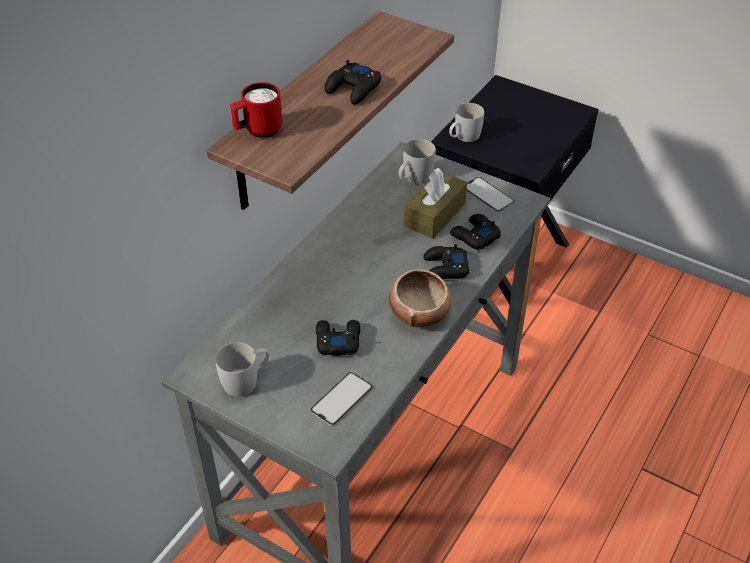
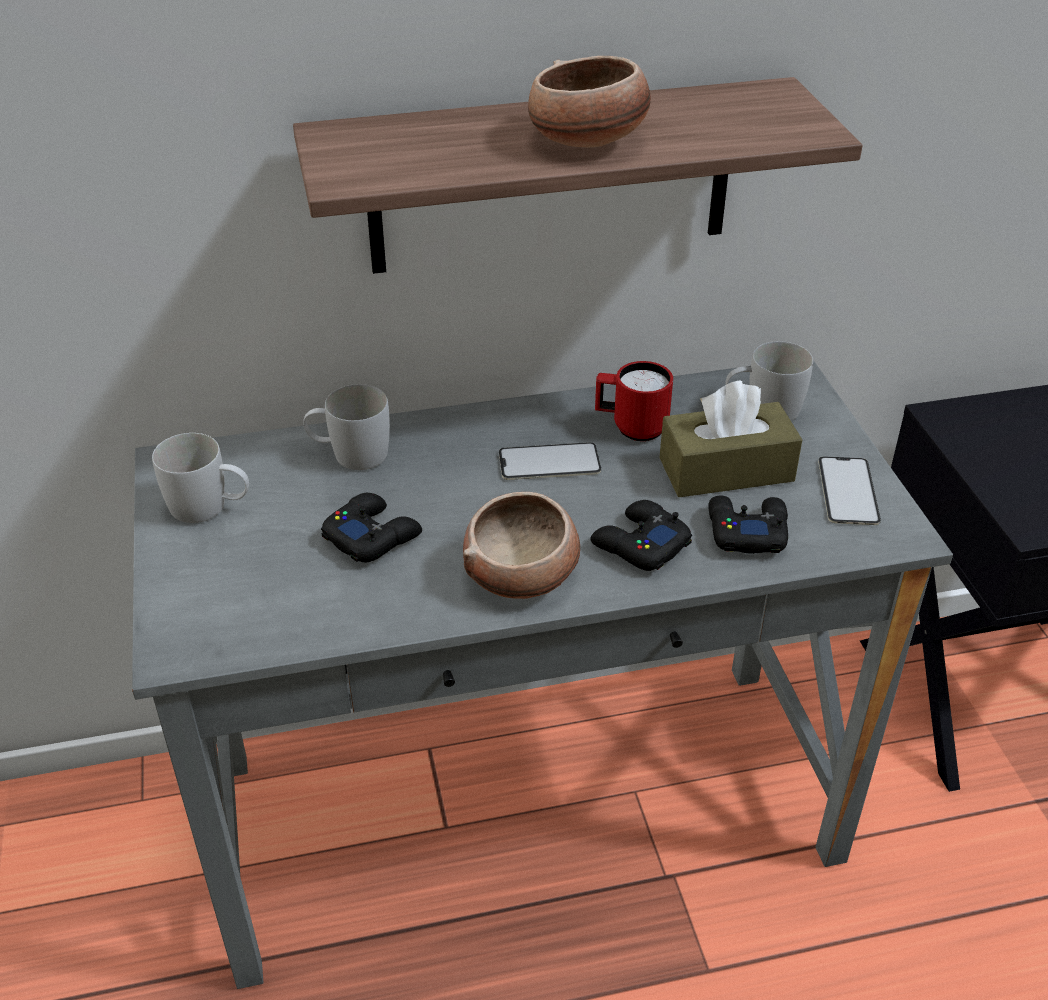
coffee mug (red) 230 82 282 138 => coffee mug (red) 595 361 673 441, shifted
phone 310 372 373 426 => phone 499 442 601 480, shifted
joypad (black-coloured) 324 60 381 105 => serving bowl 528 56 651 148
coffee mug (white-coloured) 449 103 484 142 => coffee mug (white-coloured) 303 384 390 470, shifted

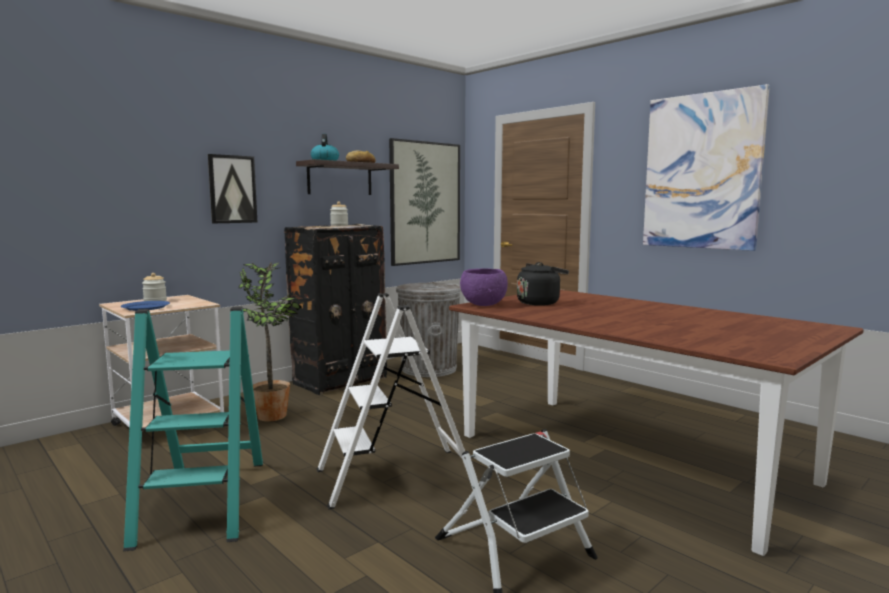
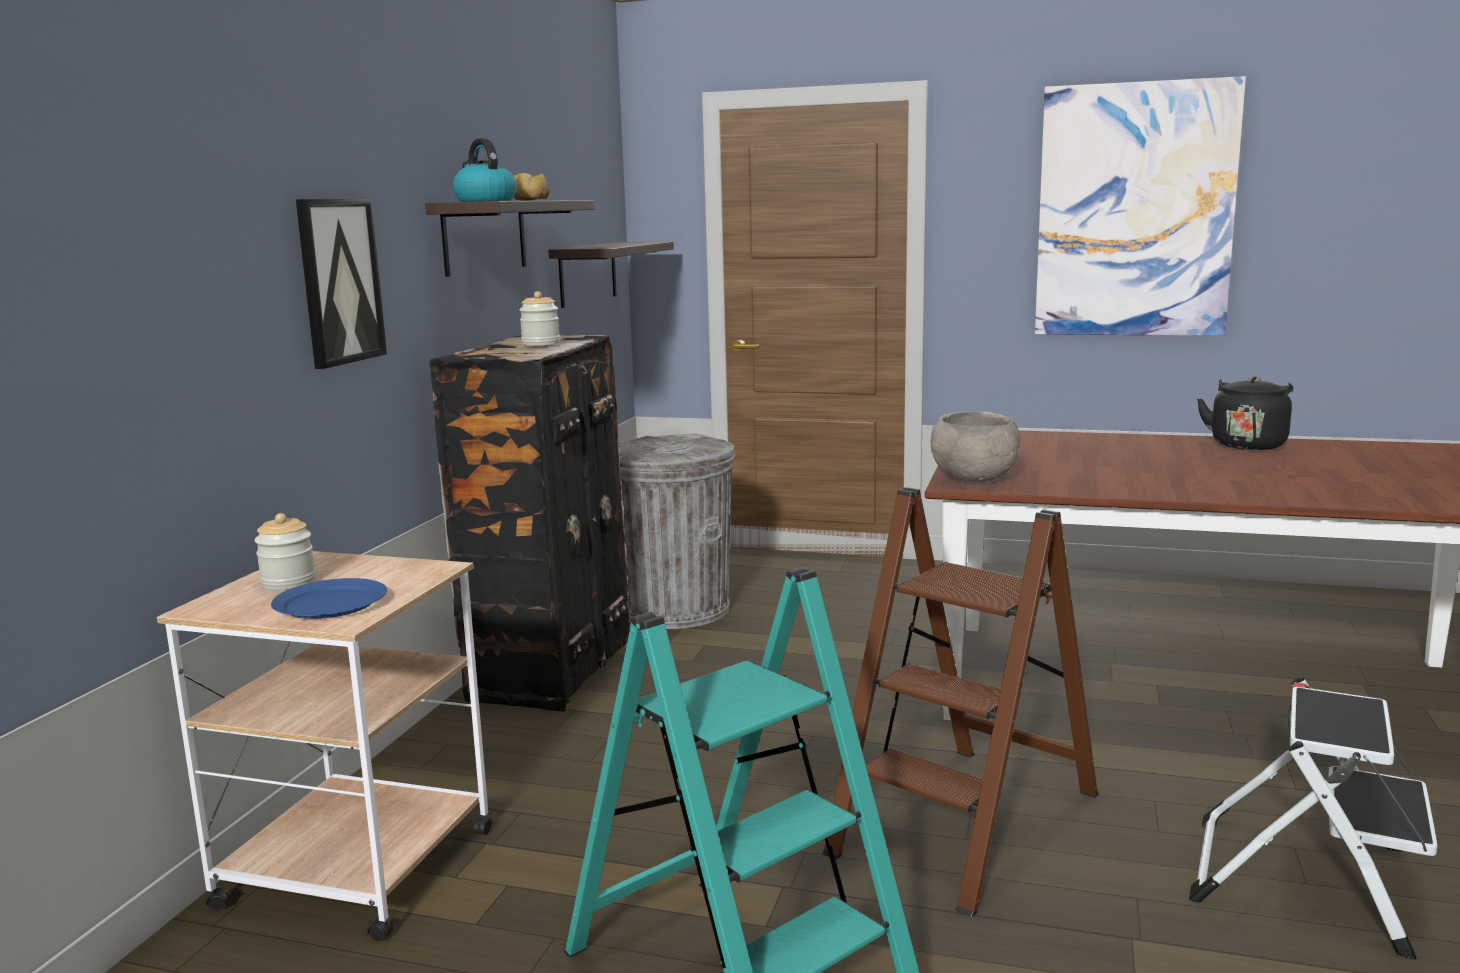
houseplant 239 262 304 421 => nothing
step ladder (white-coloured) 317 293 467 509 => step ladder (brownish) 822 487 1099 917
picture 389 138 460 266 => wall shelf 548 241 674 308
serving bowl (purplish) 460 268 508 306 => serving bowl (greyish) 931 411 1020 483
tea kettle (black-coloured) 517 262 569 306 => tea kettle (black-coloured) 1197 377 1293 450, shifted

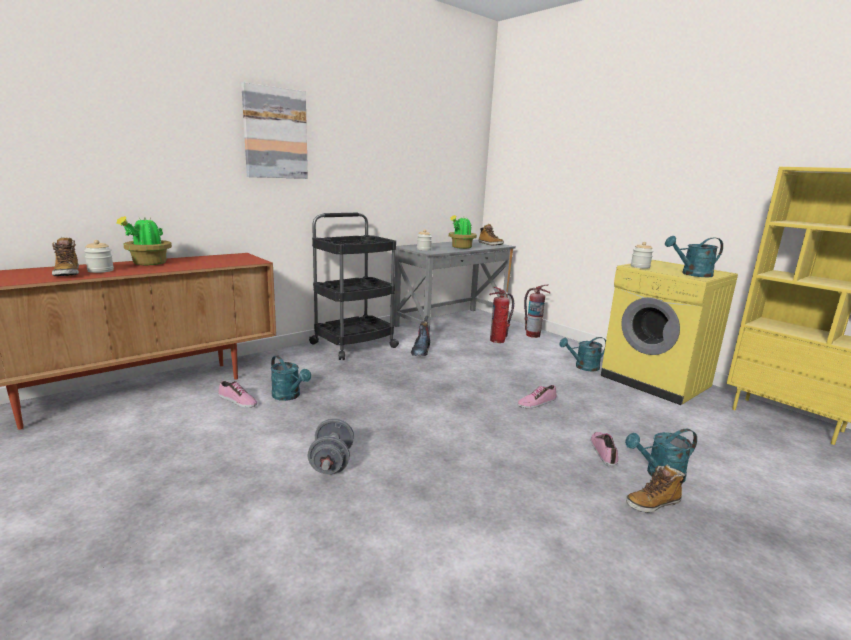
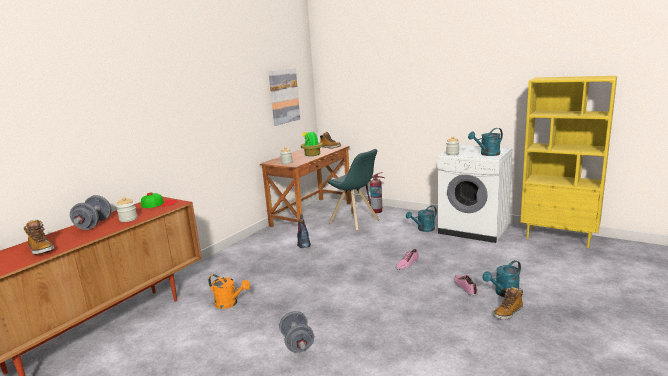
jar 84 240 114 273 => jar 116 197 137 222, shifted
houseplant 116 216 172 265 => dumbbell (greyish) 70 195 111 230
item of footwear 218 381 257 408 => nothing
picture 241 82 308 179 => picture 269 68 300 126, shifted
watering can (turquoise) 271 355 311 401 => watering can (orangey) 208 274 250 309
trolley (black-coloured) 309 213 399 360 => nothing
desk table (greyish) 393 240 516 336 => desk table (brownish) 260 145 351 227
extinguisher 489 287 514 343 => plain chair (turquoise) 327 149 380 231
washing machine (yellowish) 601 260 738 405 => washing machine (white-coloured) 437 145 513 243
nothing => cap 141 192 177 208

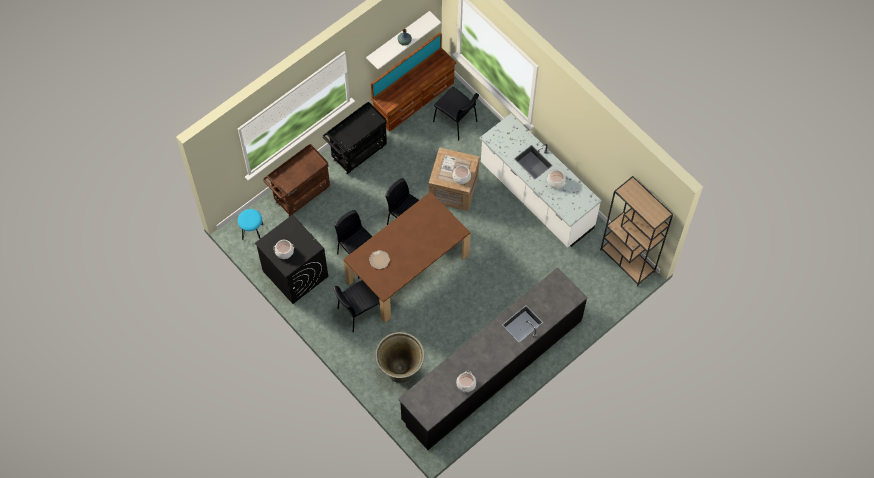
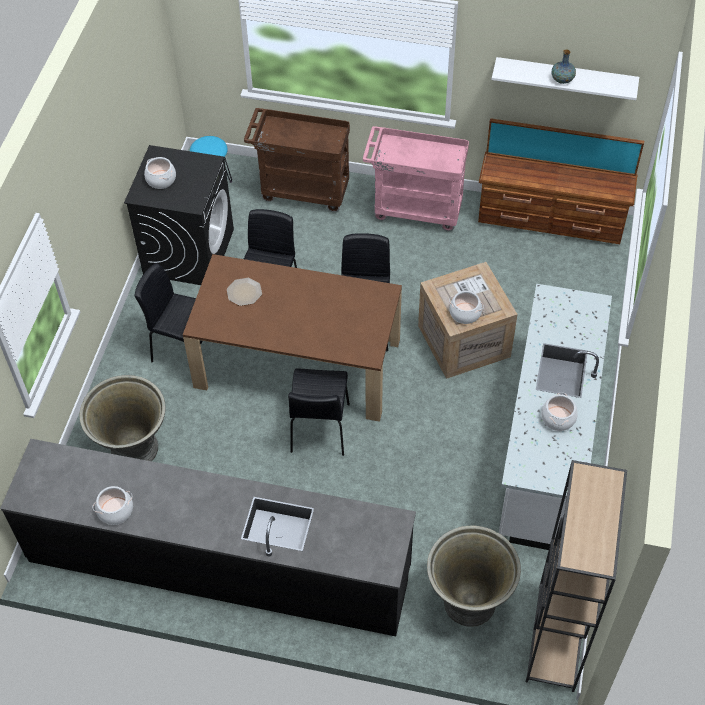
trolley (black-coloured) 323 102 387 174 => trolley (pink) 363 126 469 231
plain chair (black-coloured) 433 87 479 140 => plain chair (black-coloured) 288 368 350 456, shifted
nothing => plant pot (greyish) 427 526 521 627

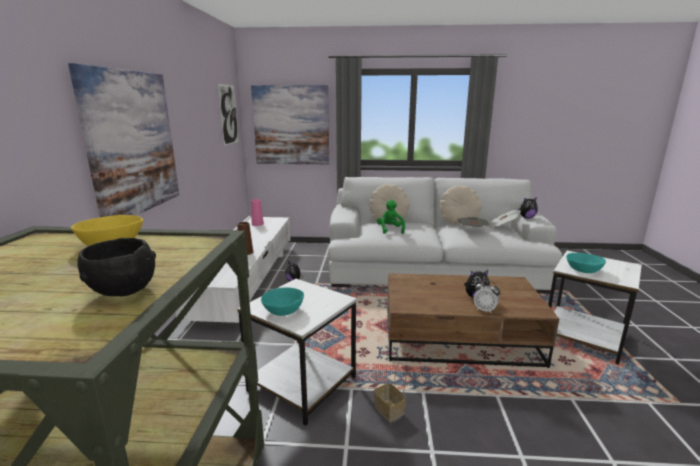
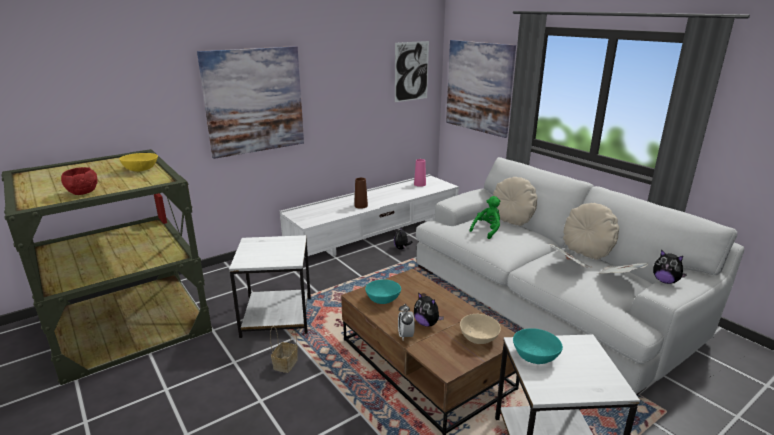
serving bowl (black-coloured) 78 238 156 296 => serving bowl (red) 61 167 98 195
serving bowl (turquoise) 261 287 304 316 => serving bowl (turquoise) 365 279 401 304, shifted
nothing => serving bowl (sand-coloured) 460 314 501 344

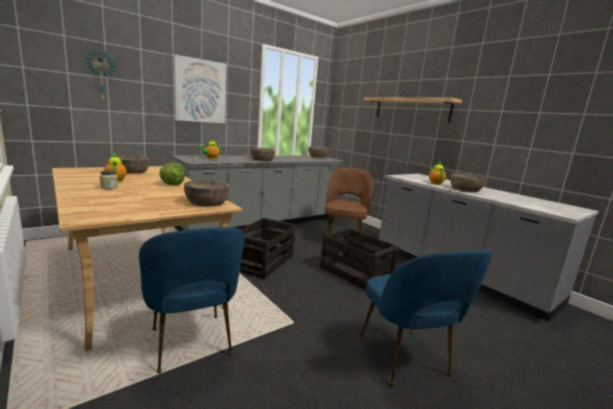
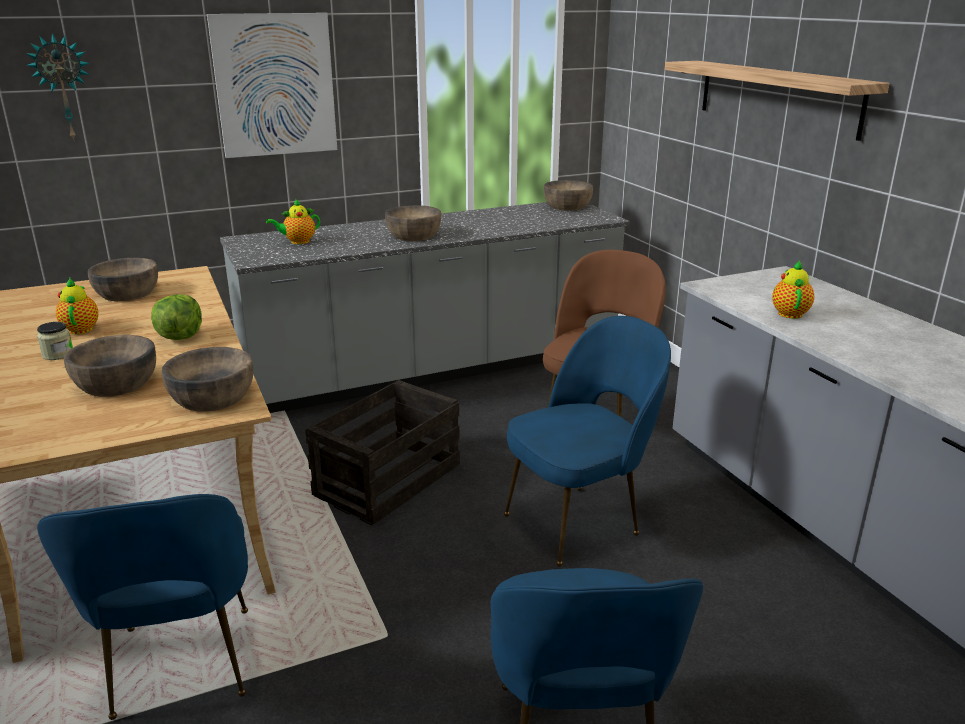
shipping crate 320 228 399 290 => plain chair (blue) 504 316 671 567
serving bowl (brownish) 450 174 486 192 => serving bowl (brownish) 64 335 156 397, shifted

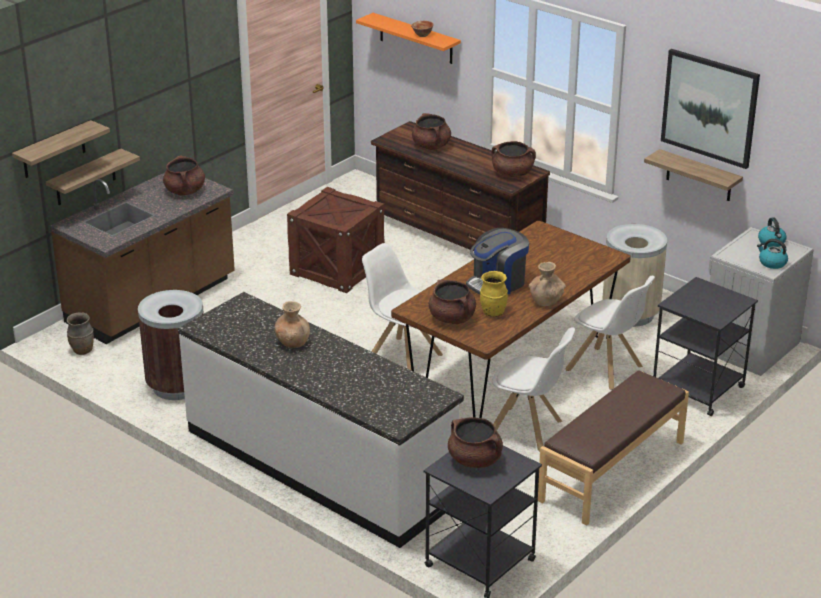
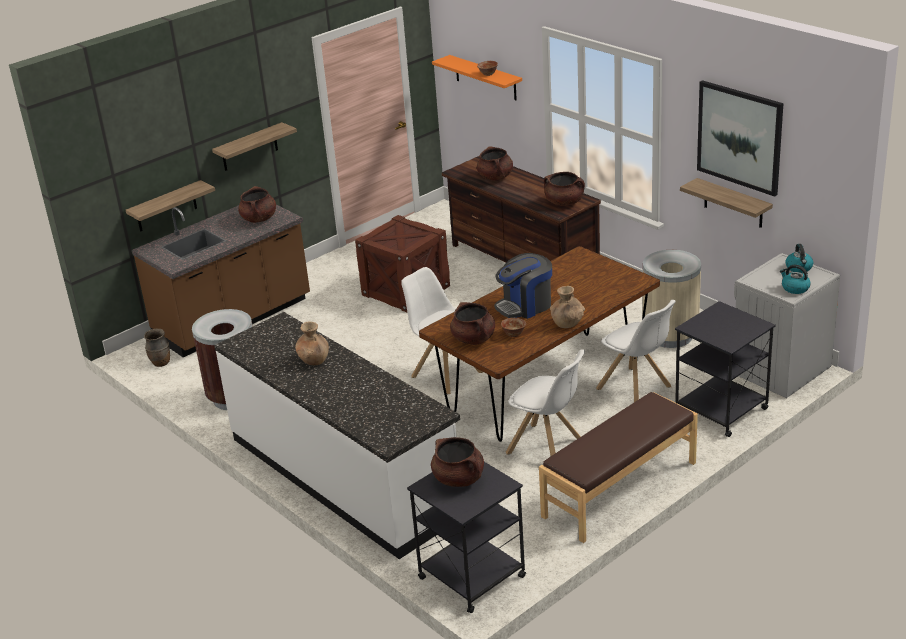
wall shelf 12 120 110 178 => wall shelf 212 122 297 171, shifted
vase (yellowish) 480 271 508 317 => serving bowl 501 318 526 337

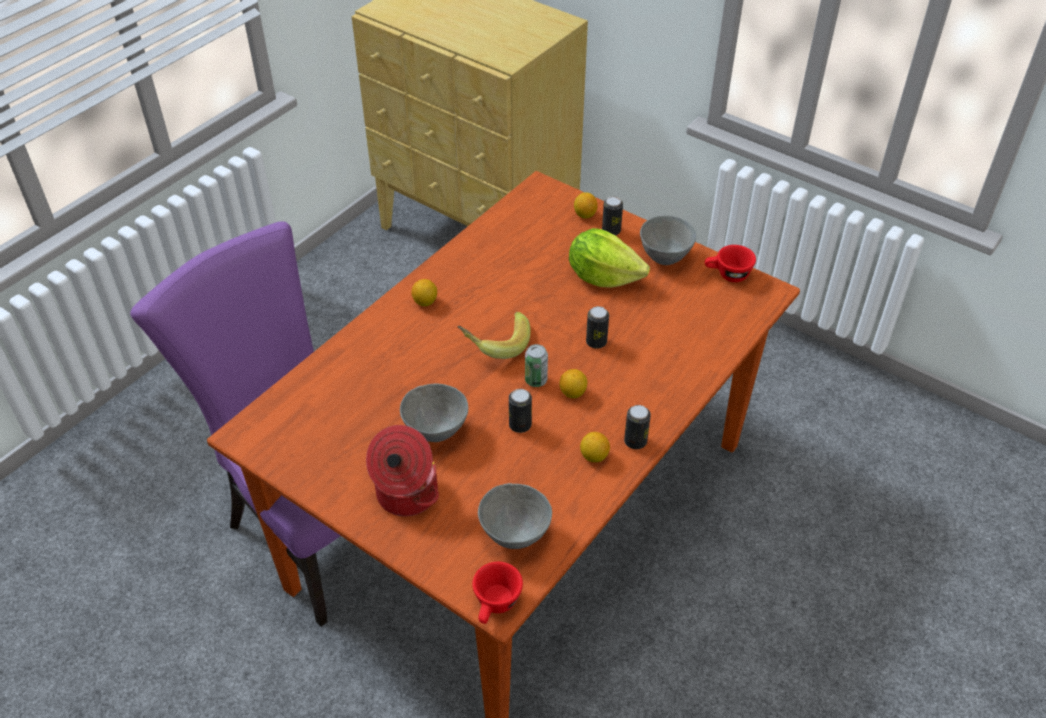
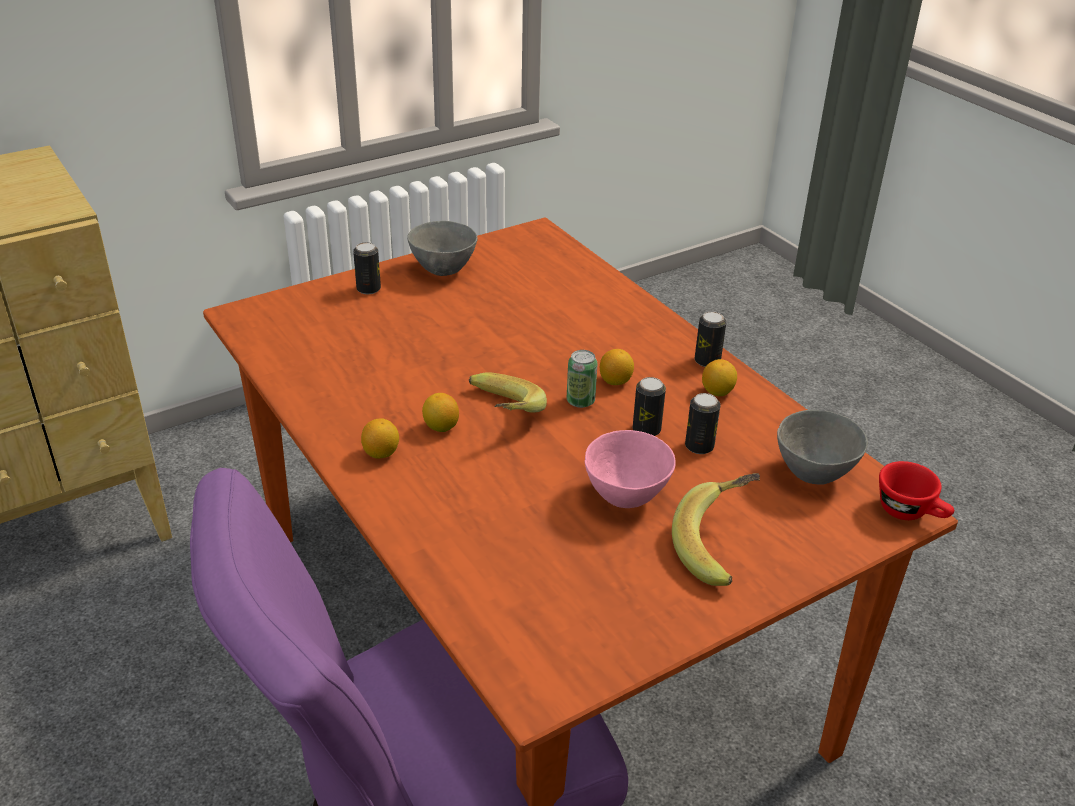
saucepot 366 425 439 516 => banana fruit 672 473 760 586
serving bowl (greyish) 400 383 468 442 => serving bowl (pink) 585 430 676 508
lettuce head 569 228 650 288 => nothing
whole lemon 574 192 598 218 => whole lemon 422 393 459 432, shifted
sealed can 586 306 609 349 => sealed can 685 393 720 454, shifted
small cup (red) 705 245 756 282 => nothing

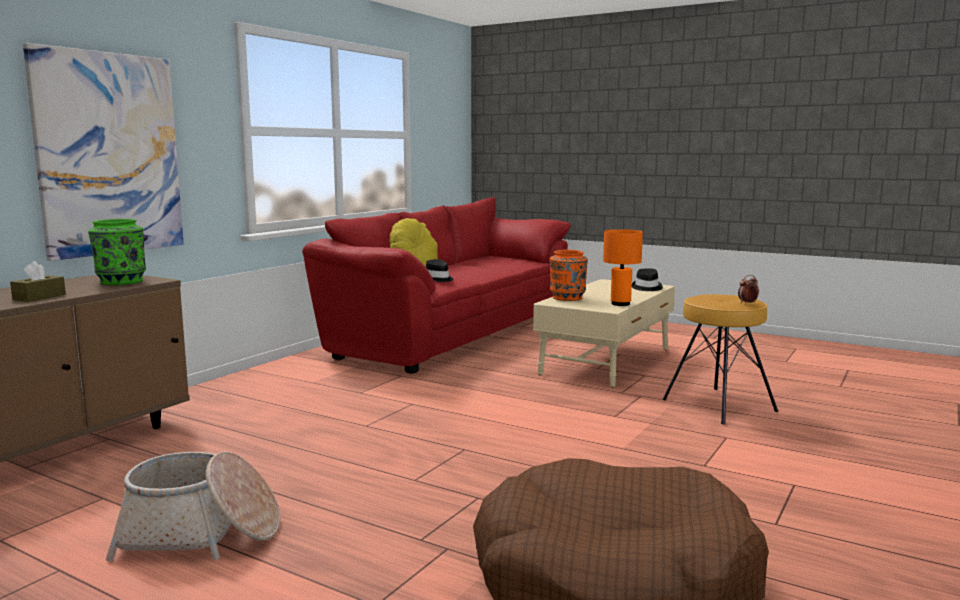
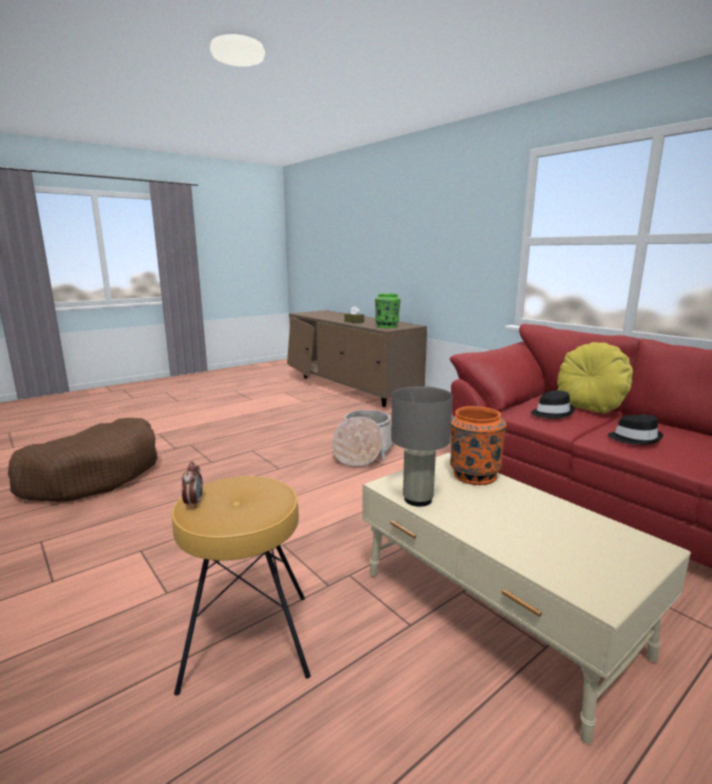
picture 23 43 184 261 => nothing
storage basket 106 452 281 562 => storage basket 332 410 393 467, shifted
lamp for a table (orangey) 603 229 643 306 => lamp for a table (greyish) 391 386 453 507
wearable hat (black-coloured) 632 268 663 291 => wearable hat (black-coloured) 608 415 664 445, shifted

